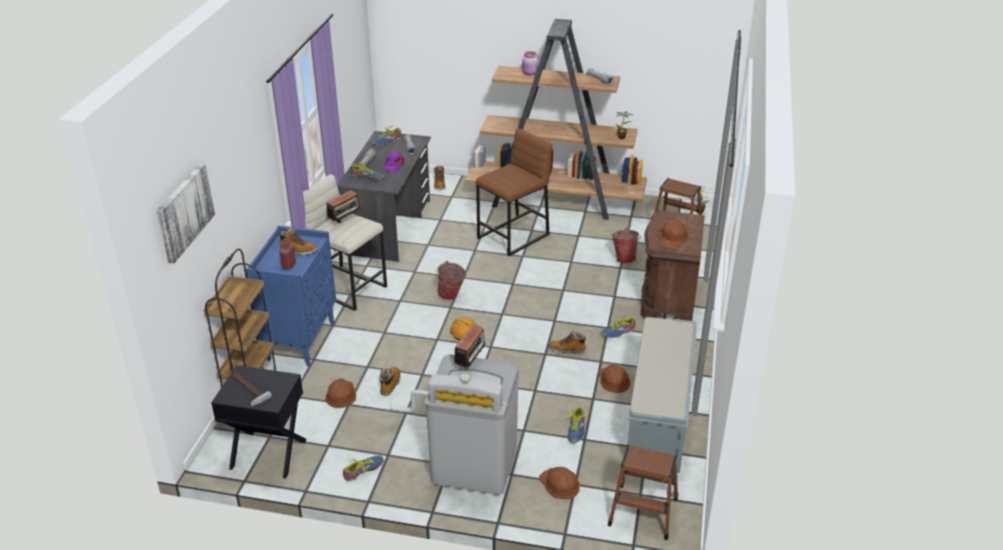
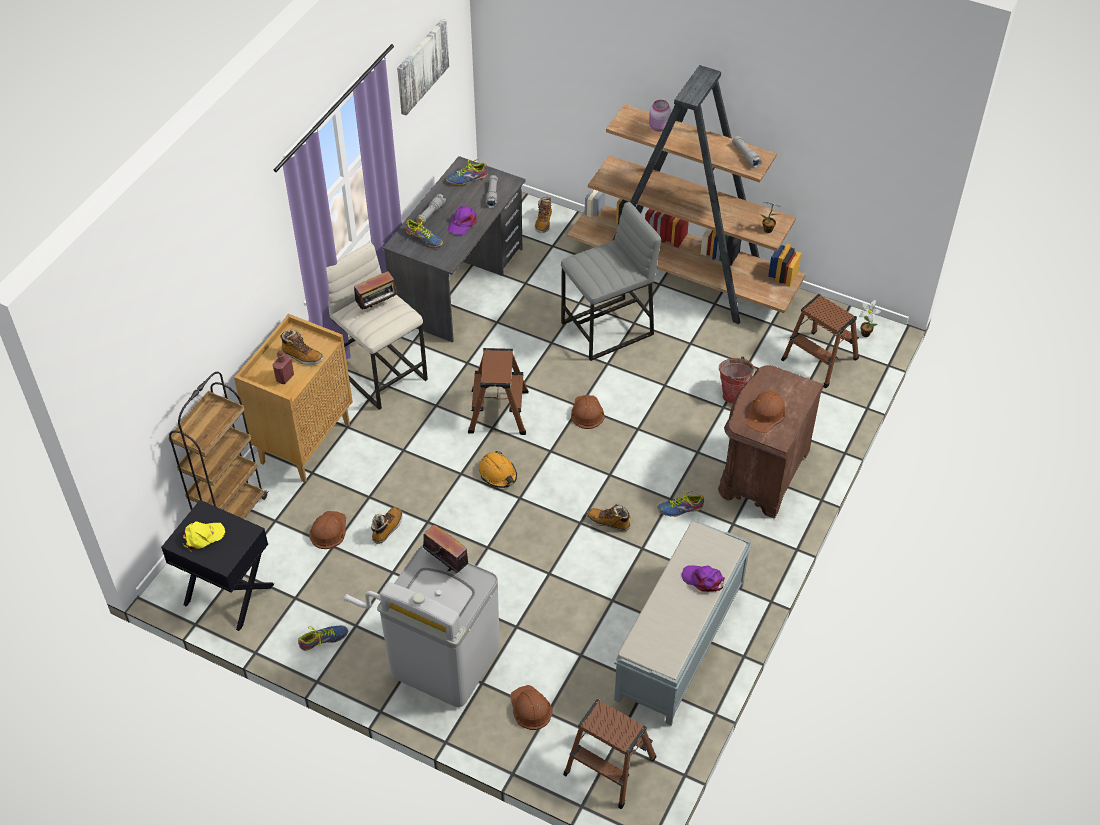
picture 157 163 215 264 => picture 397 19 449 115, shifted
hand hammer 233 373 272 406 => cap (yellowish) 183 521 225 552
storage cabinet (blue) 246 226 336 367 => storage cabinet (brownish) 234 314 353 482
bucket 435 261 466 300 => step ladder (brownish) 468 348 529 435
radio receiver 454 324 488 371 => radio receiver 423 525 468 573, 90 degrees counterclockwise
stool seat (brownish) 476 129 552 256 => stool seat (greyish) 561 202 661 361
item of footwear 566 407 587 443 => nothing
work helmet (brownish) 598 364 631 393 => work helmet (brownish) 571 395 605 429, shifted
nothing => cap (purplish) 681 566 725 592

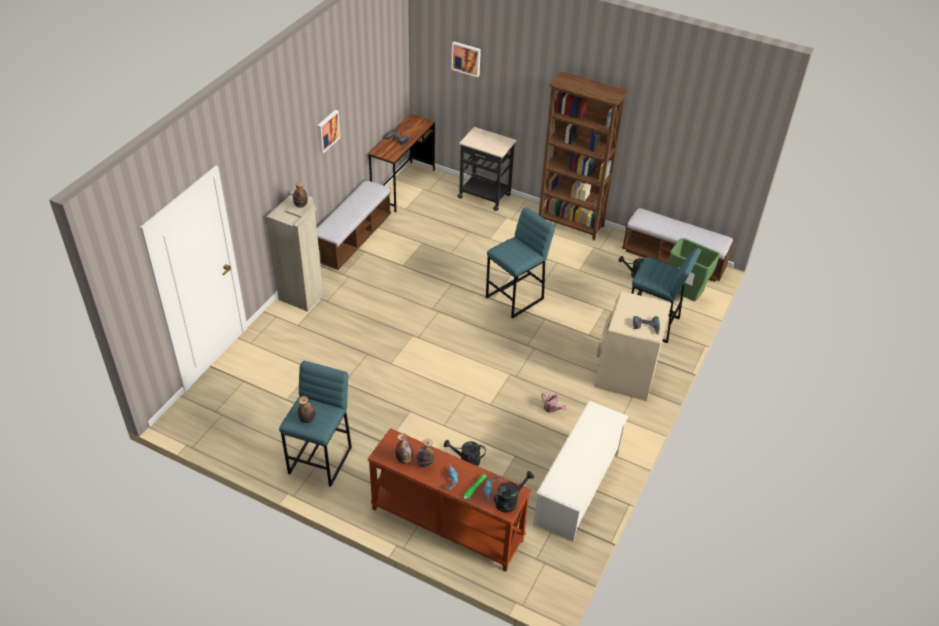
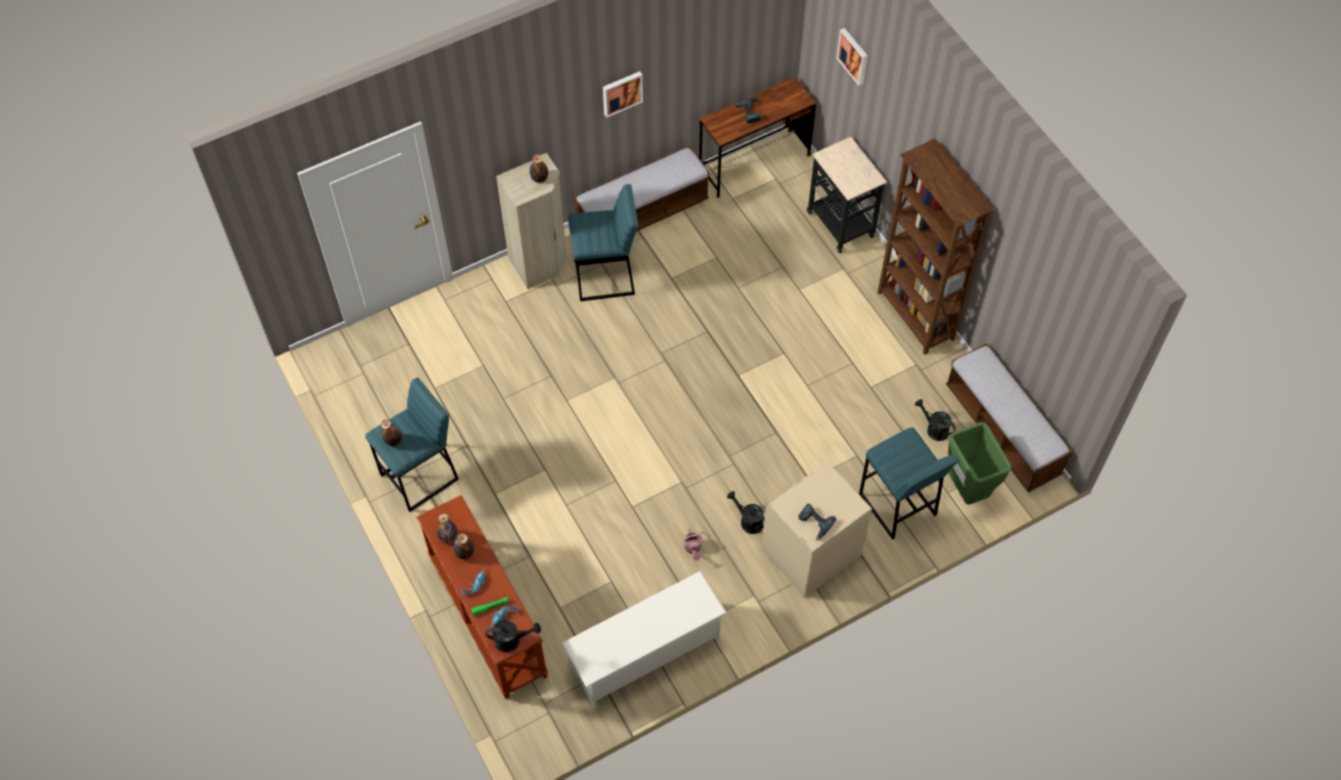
watering can (black-coloured) 444 440 486 466 => watering can (black-coloured) 727 491 765 534, shifted
stool seat (turquoise) 486 207 555 319 => stool seat (turquoise) 568 184 638 301, shifted

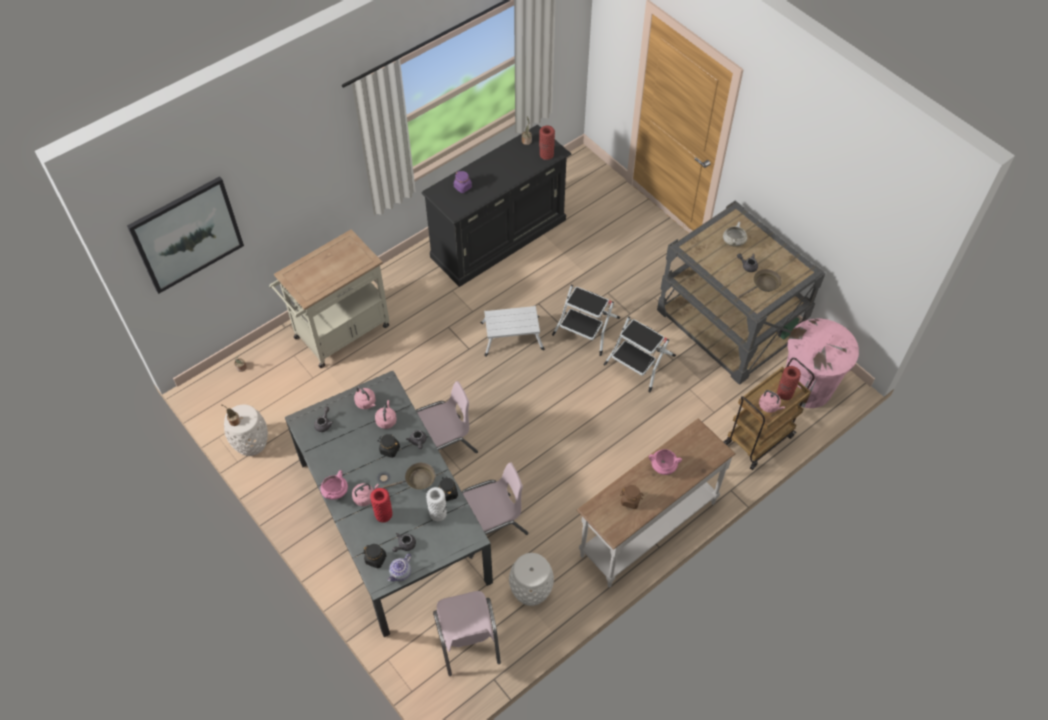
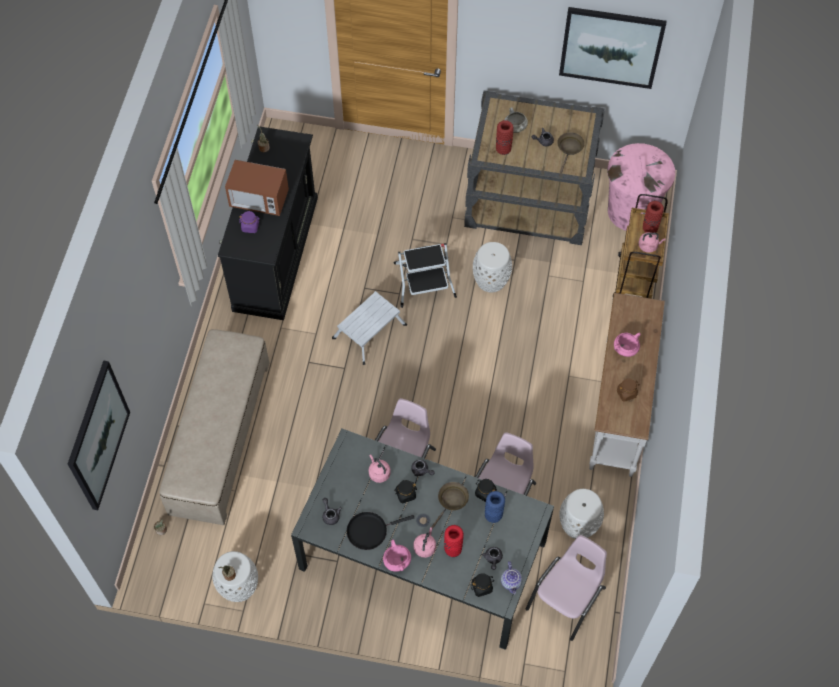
trolley (sand-coloured) 269 229 390 368 => long seat (sand-coloured) 159 329 269 525
tea kettle (pink) 354 386 376 409 => nothing
vase (white-coloured) 426 487 447 521 => vase (blue) 485 491 505 523
plain chair (pink) 433 591 501 676 => plain chair (pink) 526 535 607 641, 90 degrees counterclockwise
vase (red) 539 126 555 160 => vase (red) 496 120 514 155, shifted
step ladder 603 316 676 393 => stool seat (white-coloured) 473 242 512 292
nothing => kitchen microwave 225 160 289 216
nothing => frying pan (black-coloured) 347 512 414 550
nothing => picture 559 7 667 89

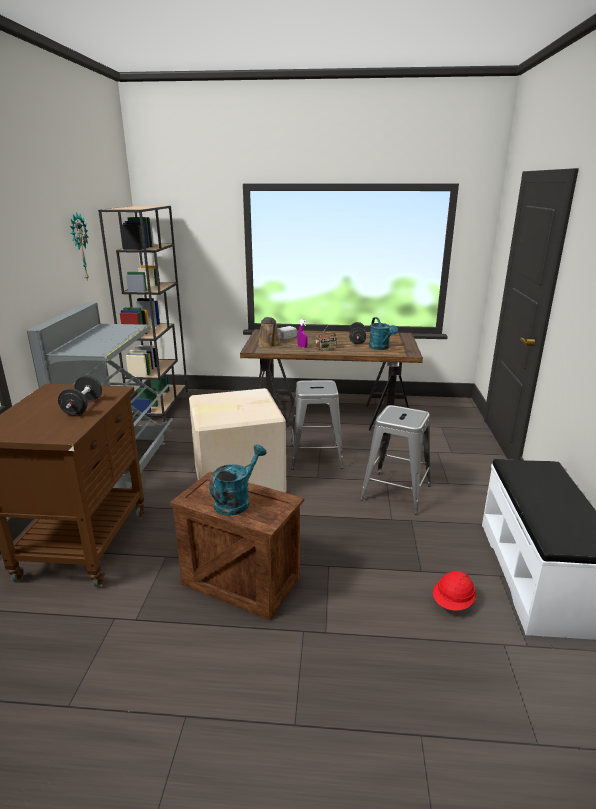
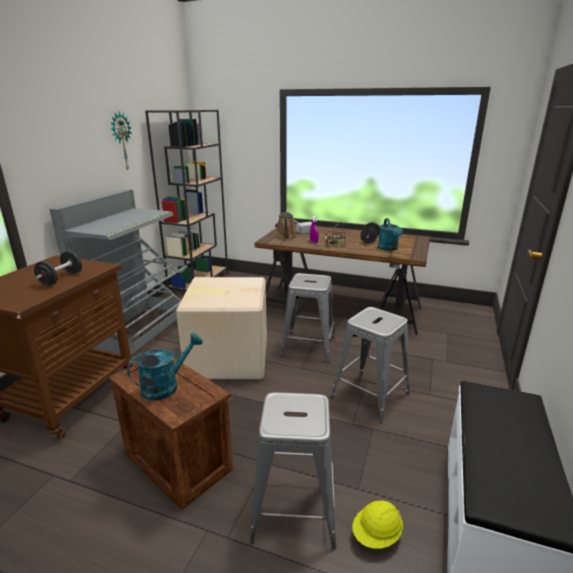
work helmet (red) 433 571 476 610 => work helmet (yellowish) 352 500 403 549
nothing => stool seat (greyish) 249 392 337 549

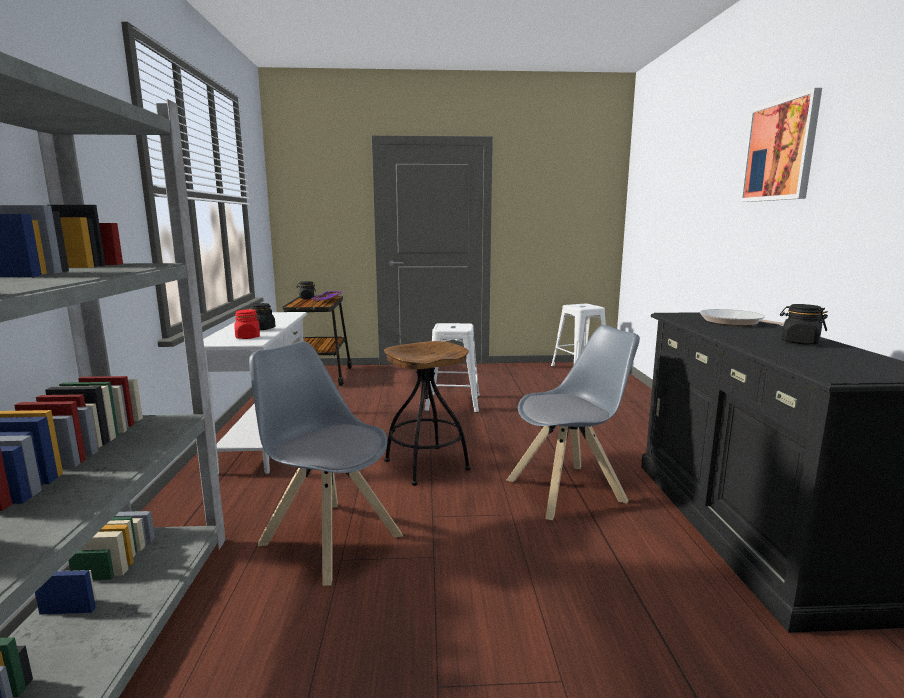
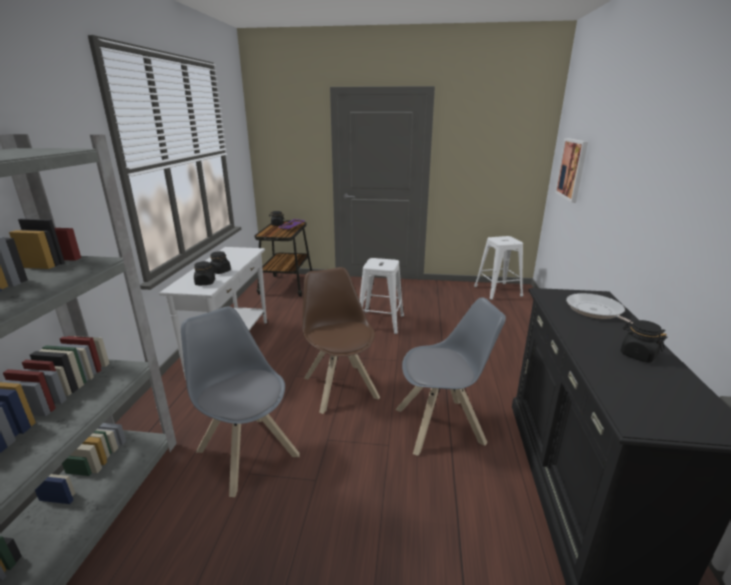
jar (red) 234 309 260 339 => jar (black-coloured) 194 261 215 285
stool seat (brownish) 384 341 471 486 => plain chair (brownish) 302 267 380 414
picture 740 88 822 202 => picture 555 138 588 203, shifted

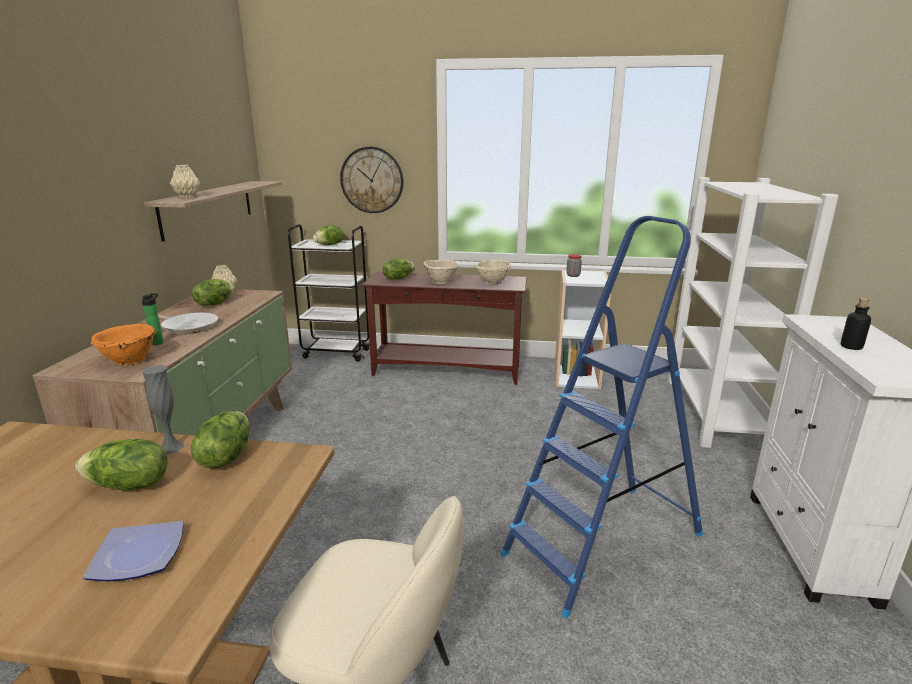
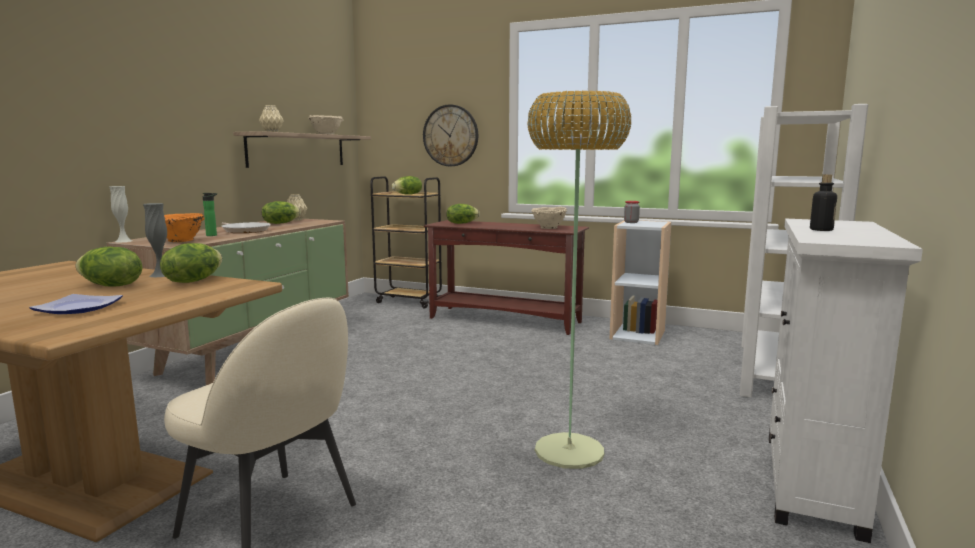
trolley (white-coloured) 288 224 370 362 => trolley (brownish) 370 176 442 309
serving bowl (sand-coloured) 423 259 458 284 => serving bowl (sand-coloured) 309 115 343 135, shifted
step ladder (blue) 500 216 703 618 => standard lamp 527 91 632 469
nothing => vase (white-coloured) 109 186 132 242

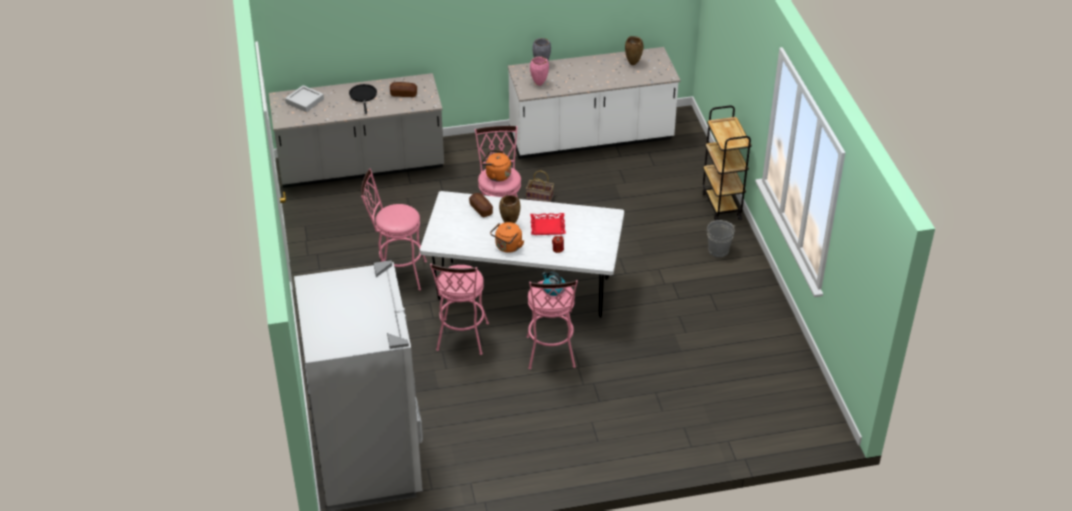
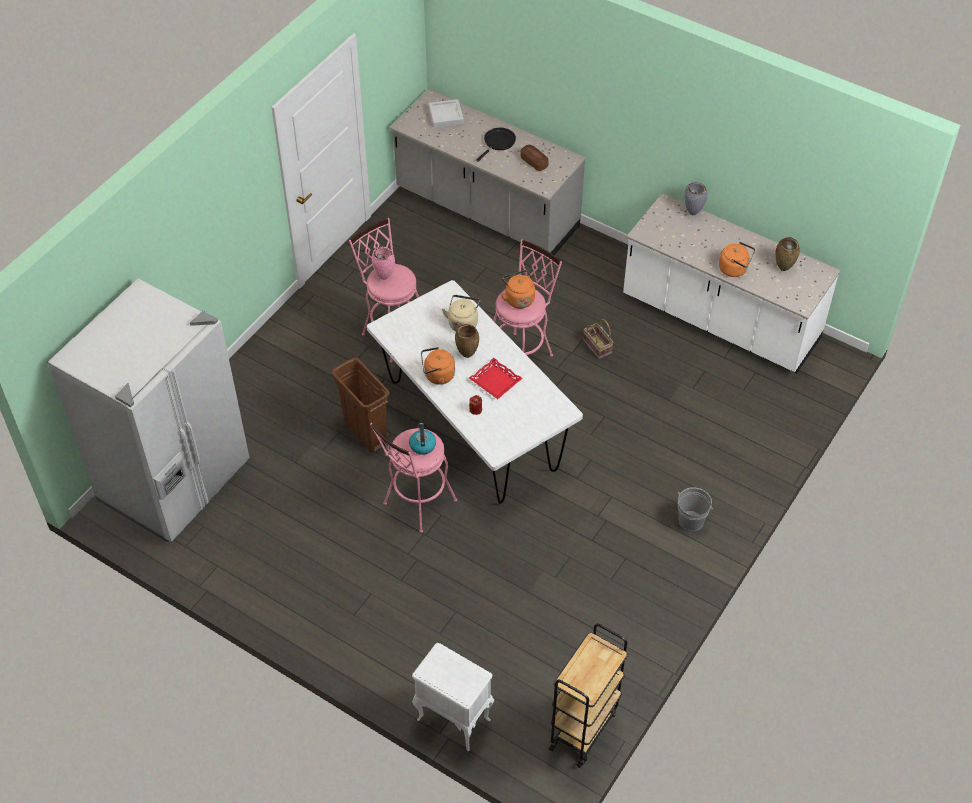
stool seat (pink) 430 263 489 355 => rubbish bin (brownish) 332 358 390 453
baked bread 469 193 493 217 => tea kettle (sand-coloured) 442 295 480 331
vase (pink) 530 56 549 86 => vase (pink) 372 247 395 280, shifted
trolley (brownish) 702 106 752 220 => trolley (brownish) 549 624 628 768, shifted
nothing => night table (white-coloured) 412 643 495 752
nothing => tea kettle (orangey) 719 242 755 277

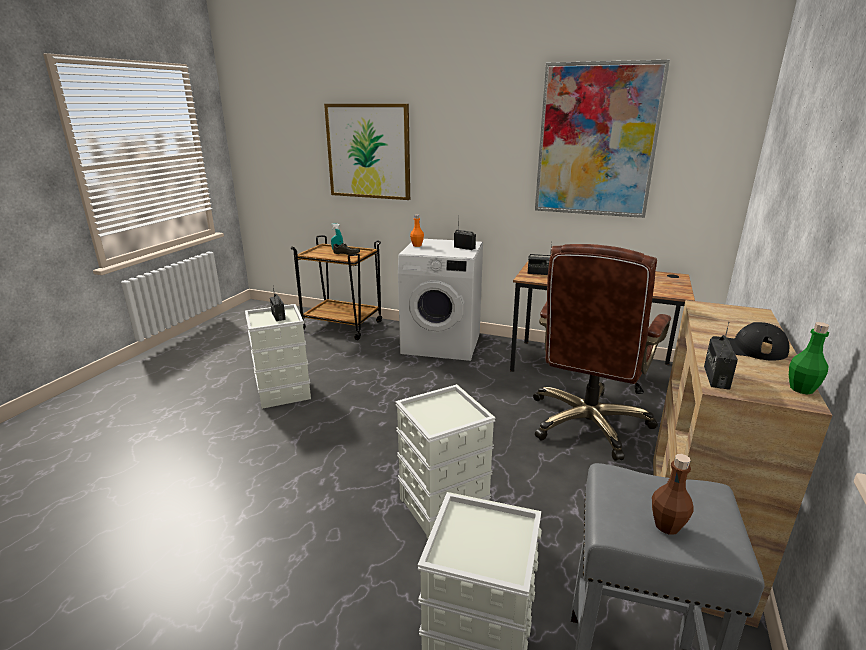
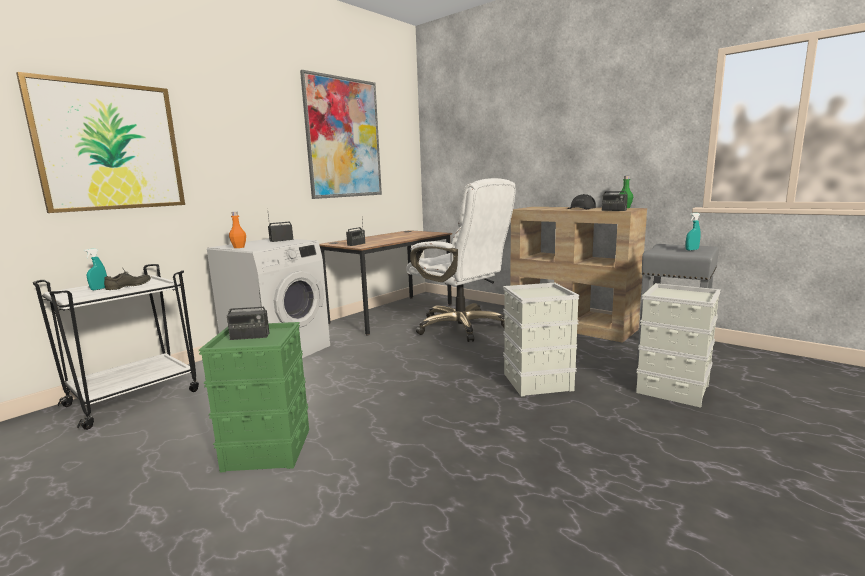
storage bin (greyish) 245 304 311 409 => storage bin (green) 199 322 309 473
trolley (brownish) 291 235 382 340 => trolley (white-coloured) 33 264 199 430
office chair (brownish) 533 244 671 461 => office chair (white-coloured) 406 178 516 342
beverage bottle (brownish) 652 454 693 535 => spray bottle (turquoise) 686 213 701 251

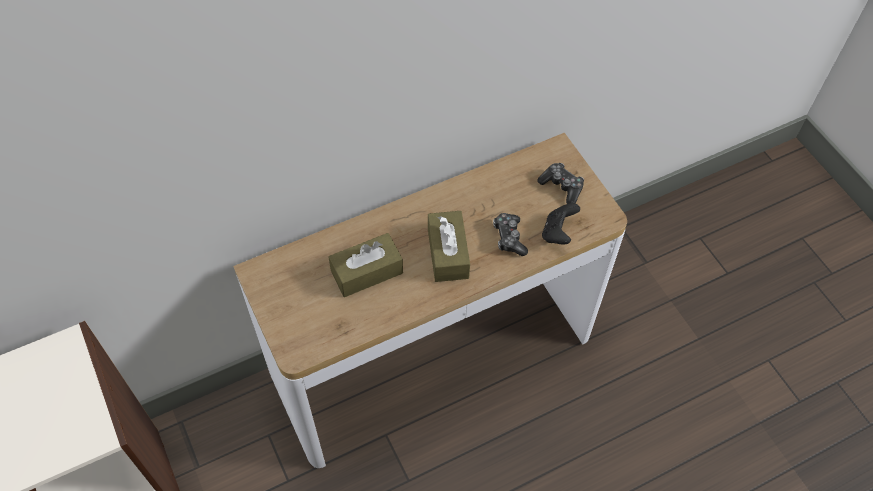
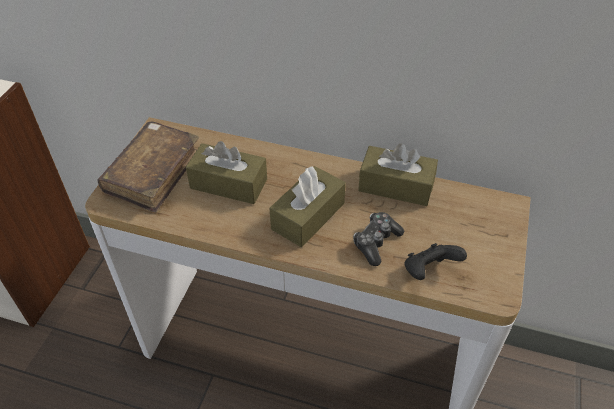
joypad 538 163 584 204 => nothing
nothing => bound book (brownish) 97 121 199 213
nothing => tissue holder (brownish) 358 143 438 206

